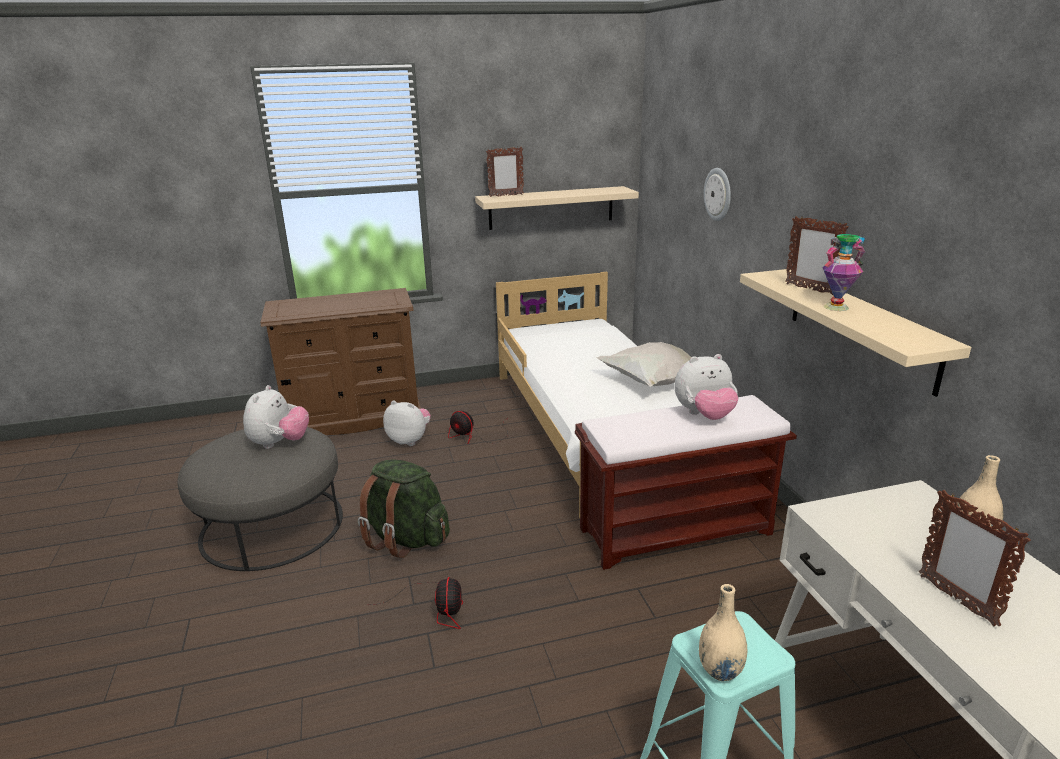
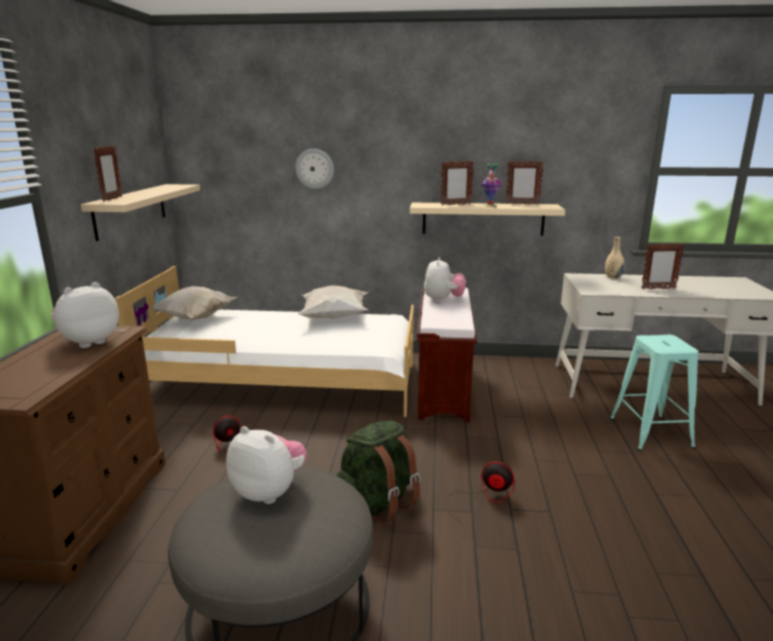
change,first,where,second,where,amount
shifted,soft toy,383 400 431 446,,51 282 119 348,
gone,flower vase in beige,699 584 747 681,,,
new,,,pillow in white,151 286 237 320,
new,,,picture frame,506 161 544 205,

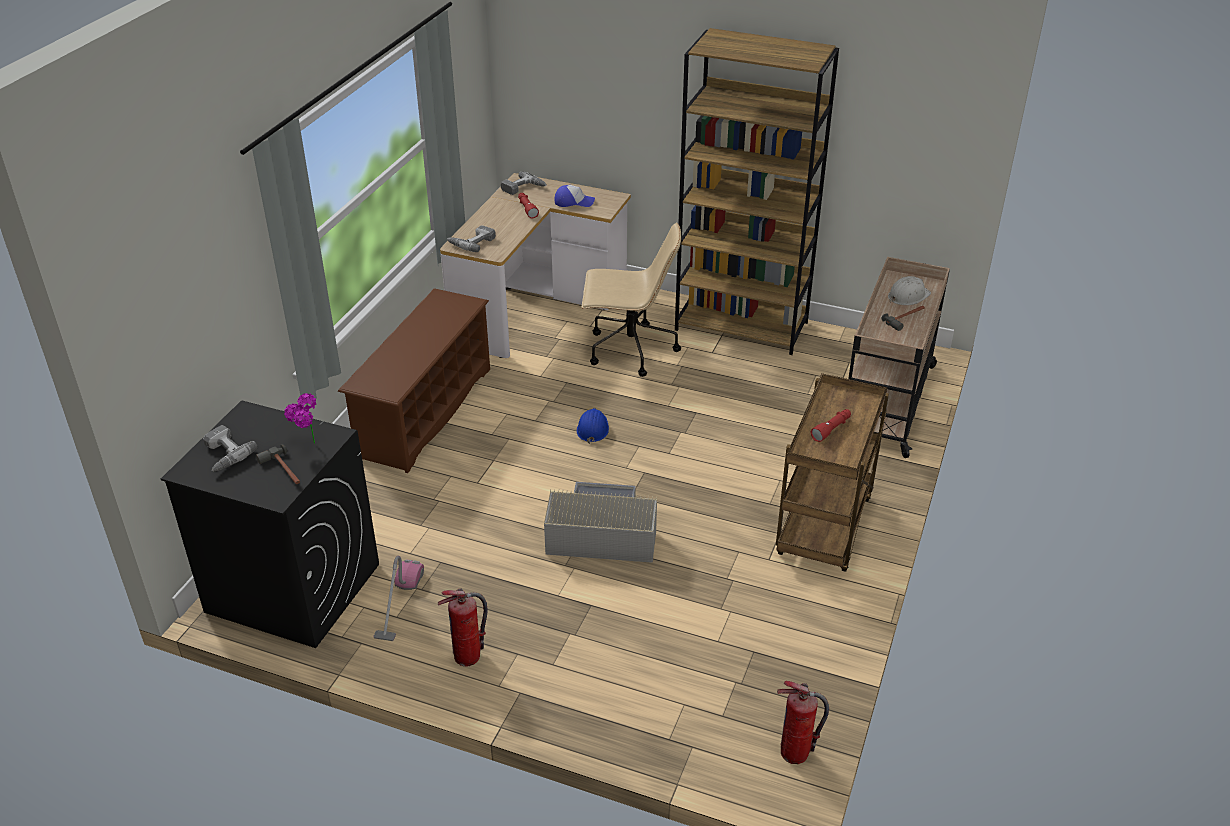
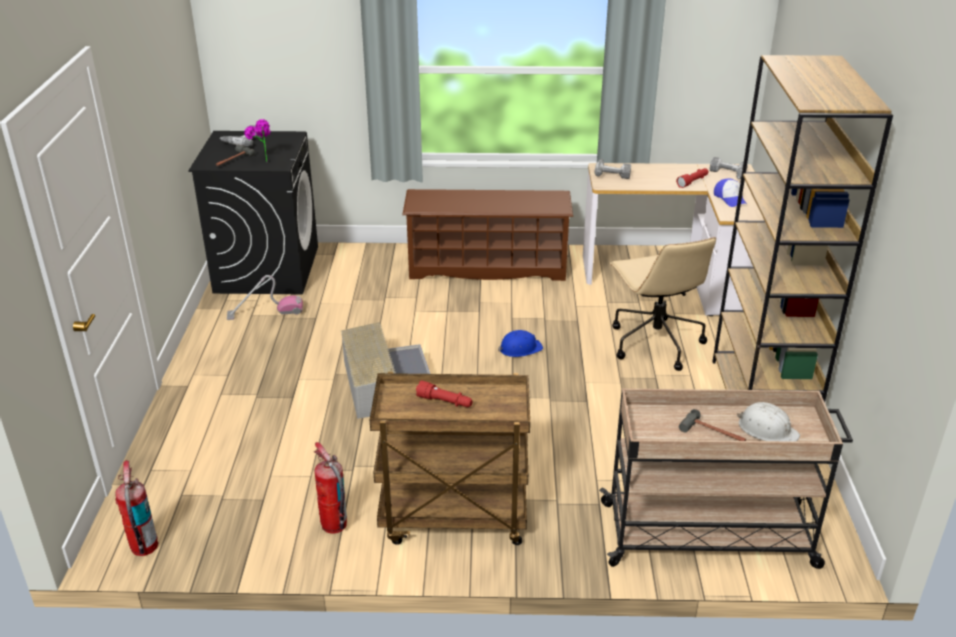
change,first,where,second,where,amount
shifted,fire-fighting cylinder,438 588 488 667,,313 442 347 533,

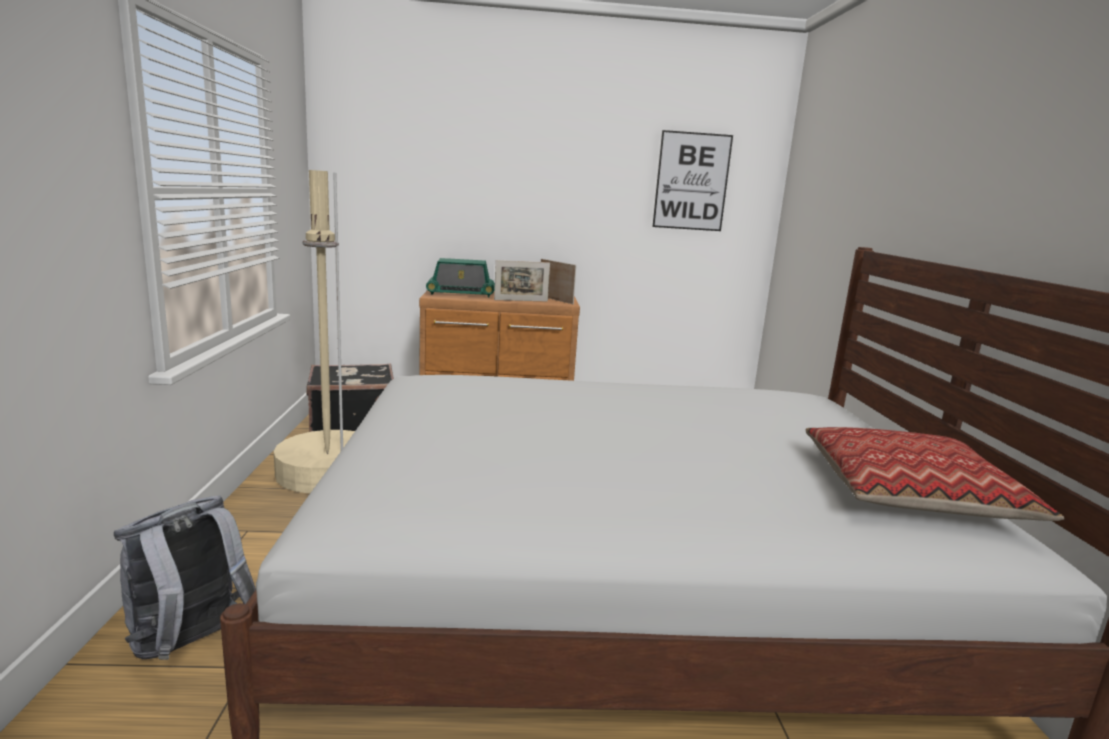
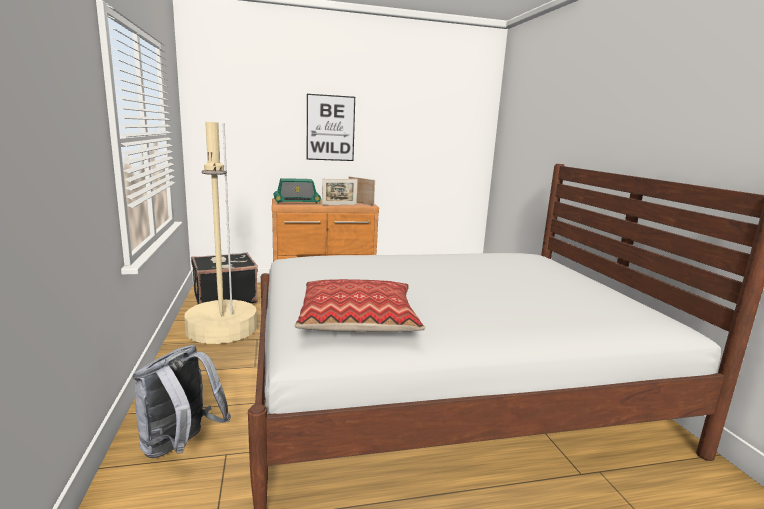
change,first,where,second,where,amount
shifted,wall art,652 130 733 231,,307 94 355 161,
shifted,pillow,806 427 1065 521,,295 279 425 332,

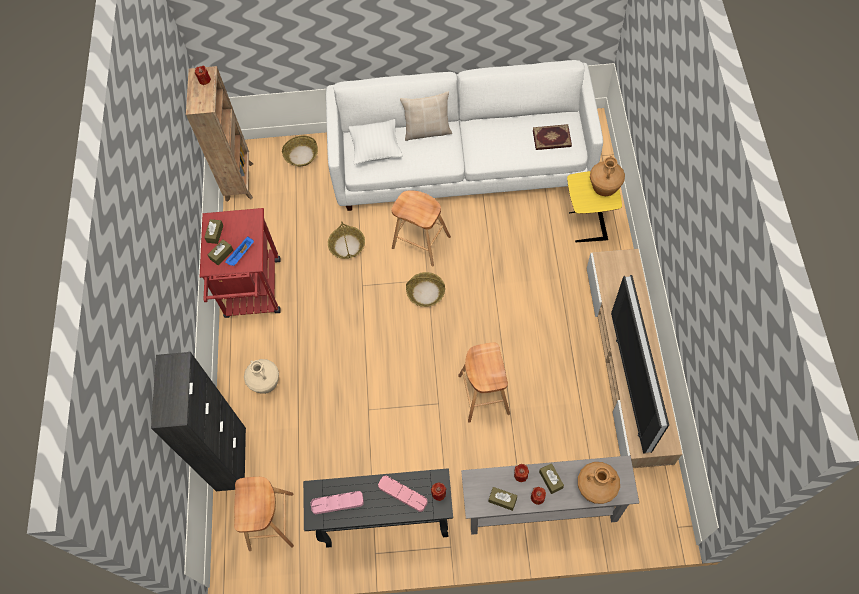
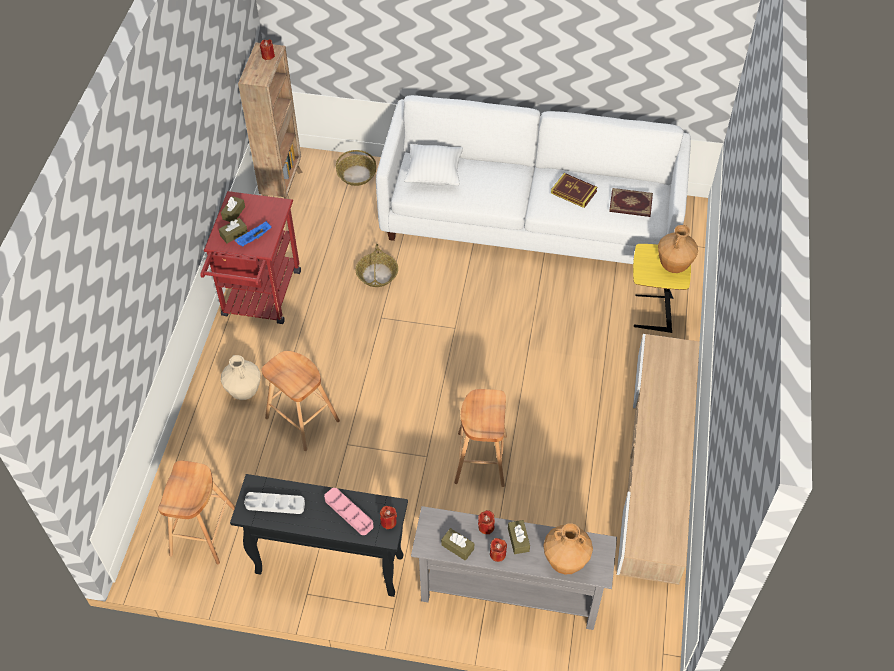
change,first,where,second,where,amount
gone,cabinet in blackish,151 352 246 491,,,
repainted,carrying tray in pink-coloured,311 491 364 514,carrying tray in grey,244 492 305 514,
shifted,stool in brown,391 191 451 266,,262 351 340 451,
gone,pillow in beige,400 92 452 141,,,
gone,household basket,406 272 445 307,,,
gone,television,611 275 669 454,,,
new,,,volume,551 173 597 208,

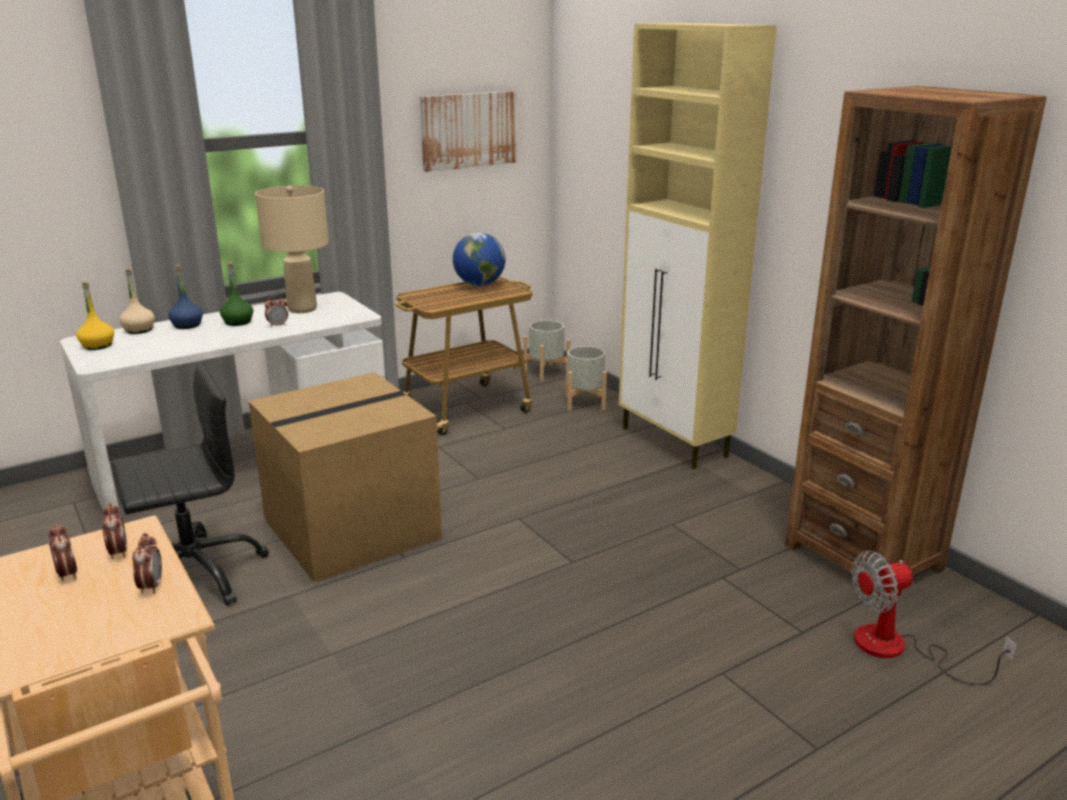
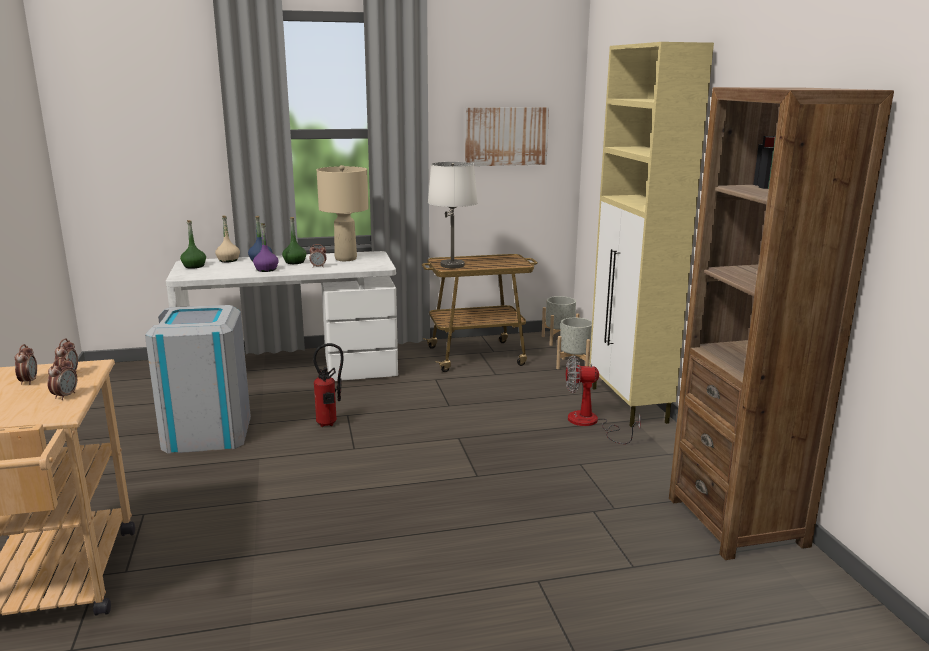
change,first,where,second,where,amount
repainted,beverage bottle in yellow,76 282 114 350,beverage bottle in greenish,180 220 206 269,
swapped,office chair in blackish,111 363 269 606,rubbish bin in grey,145 305 251 454,
swapped,cardboard box,248 372 442 583,fire-fighting cylinder,313 343 344 427,
gone,globe,453 233 506 286,,,
shifted,cooling fan,851 551 1017 685,,566 355 641 444,
new,,,beverage bottle in purple,253 223 279 272,
new,,,table lamp in white,428 162 477 268,

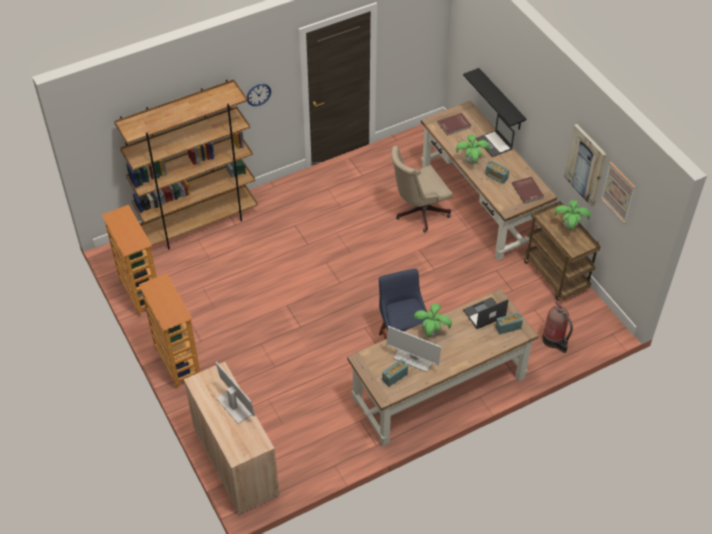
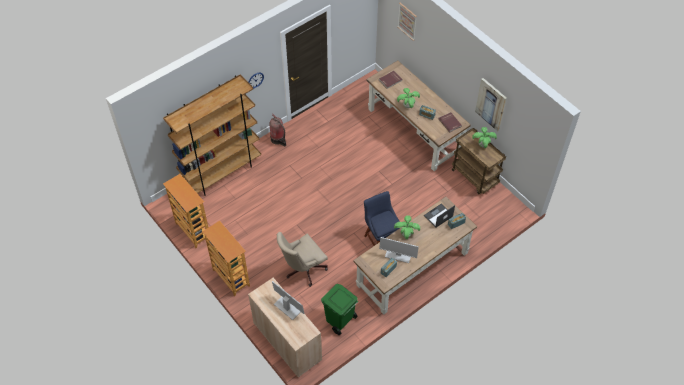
change,first,where,second,where,amount
shifted,office chair in beige,391 146 453 232,,277 232 328 287,
gone,bracket shelf in blackish,463 68 526 130,,,
gone,laptop,476 113 515 157,,,
shifted,fire-fighting cylinder,542 300 573 353,,270 113 286 147,
shifted,wall art,601 162 636 224,,398 2 417 41,
new,,,rubbish bin in greenish,321 284 358 335,

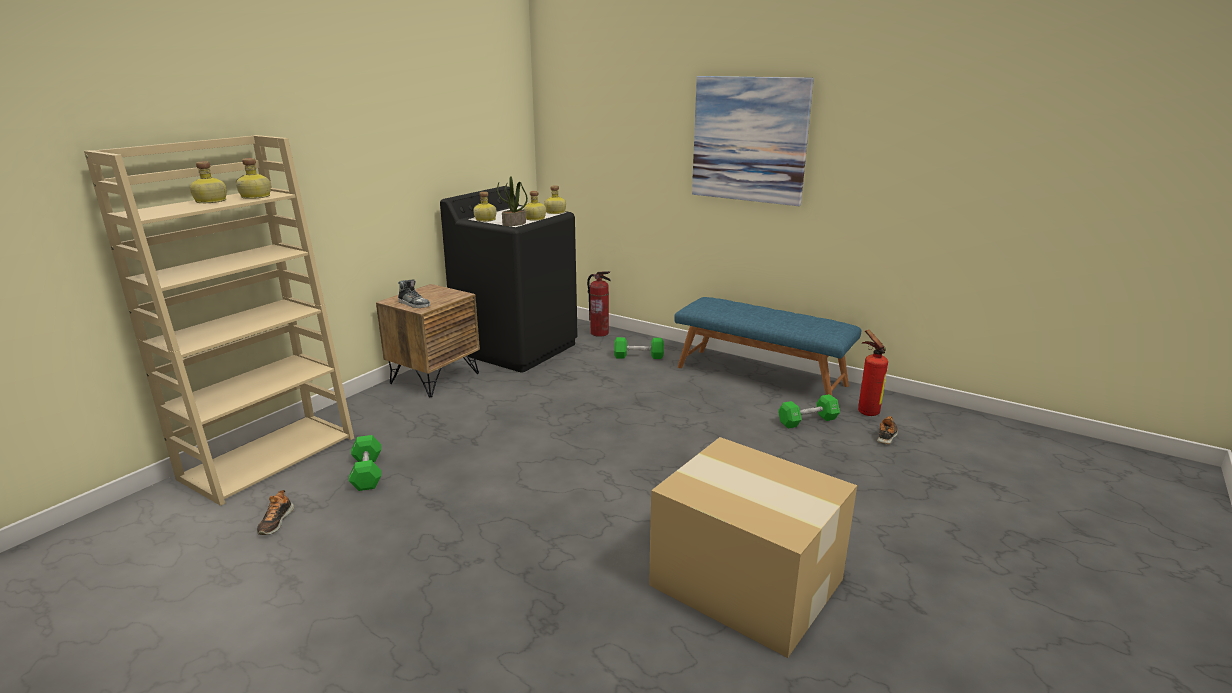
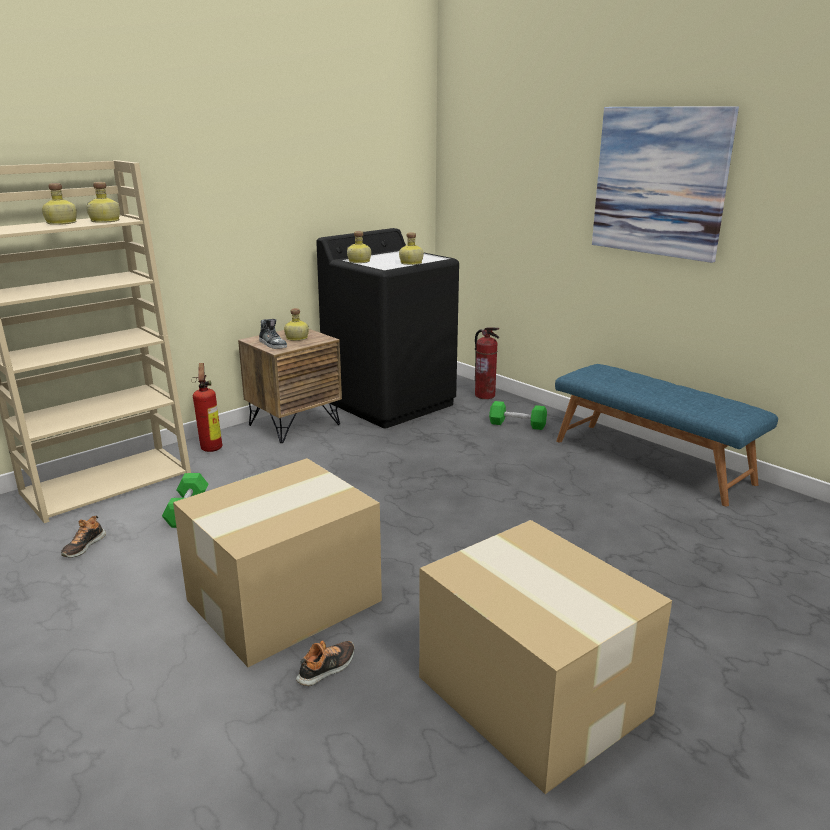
change,first,where,second,where,amount
gone,plant in a pot,497 176 528 226,,,
shifted,beverage bottle,544 185 566 214,,284 308 309 341,
gone,hand weight in greenish,778 394 840 429,,,
shifted,fire-fighting cylinder,858 330 888 416,,191 363 223 452,
shifted,low shoe,877 416 898 444,,296 640 354 686,
new,,,cardboard box,173 458 382 667,

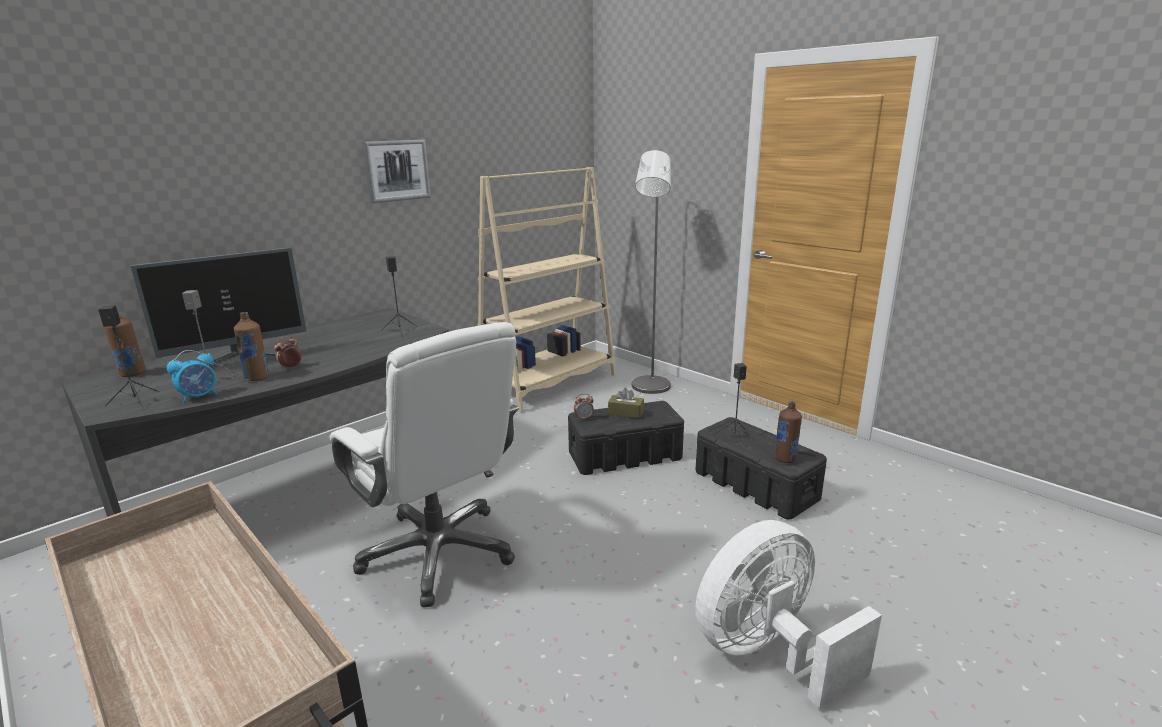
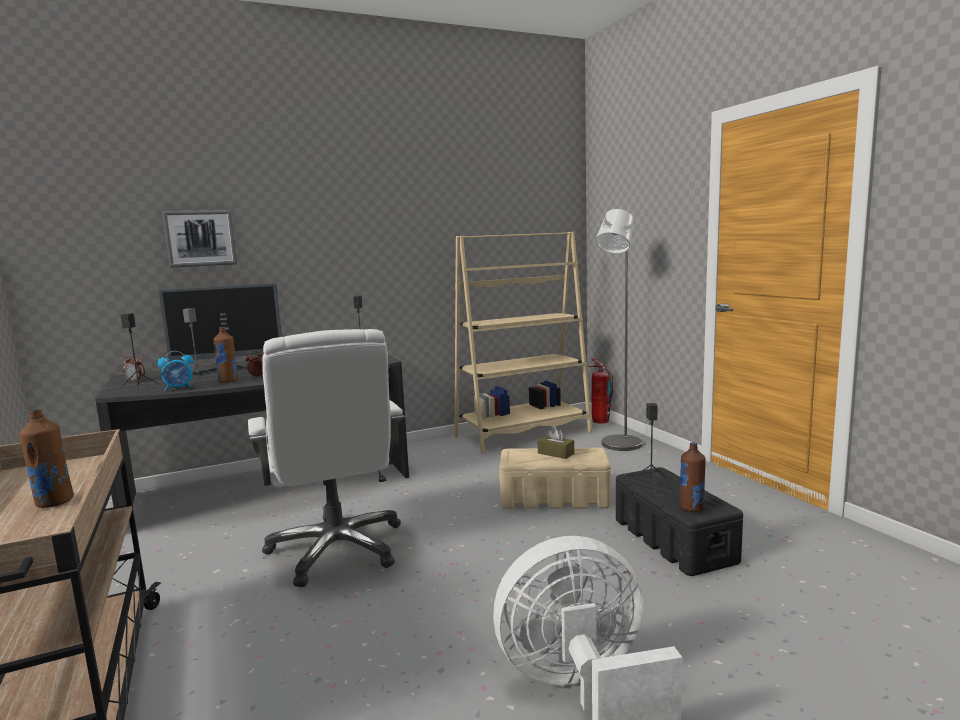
change,first,where,second,where,amount
shifted,beverage bottle in brown,104 313 146 377,,19 409 74 508,
shifted,wall art,362 140 431 203,,162 210 237 268,
repainted,storage box in blackish,568 401 684 475,storage box in beige,499 448 611 509,
shifted,alarm clock,574 394 594 420,,123 355 145 382,
new,,,fire-fighting cylinder,589 358 613 424,

